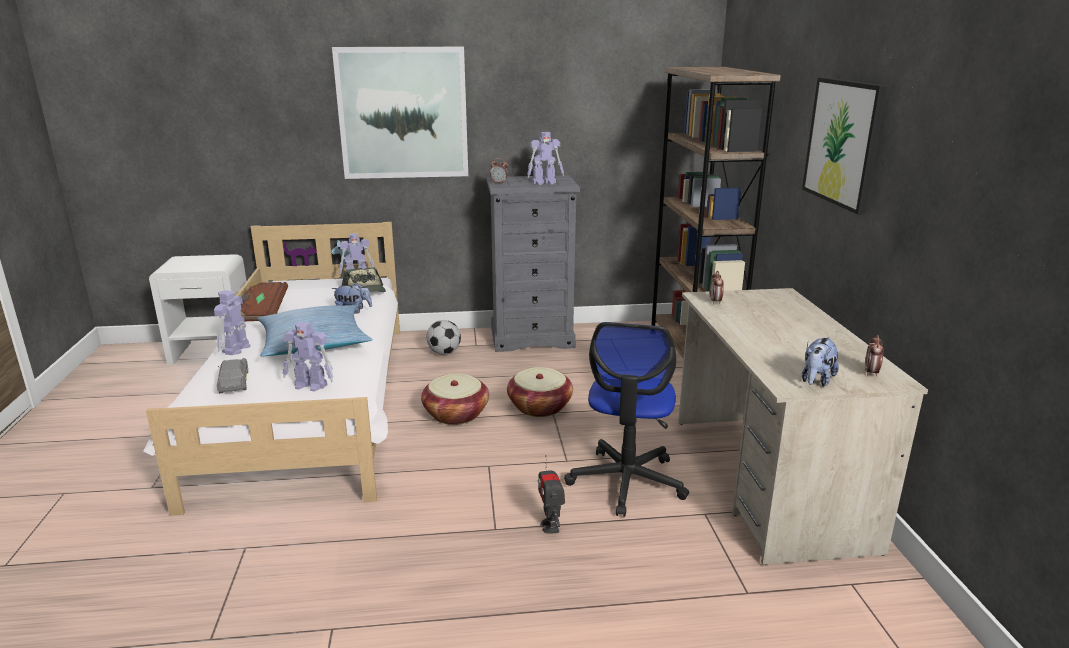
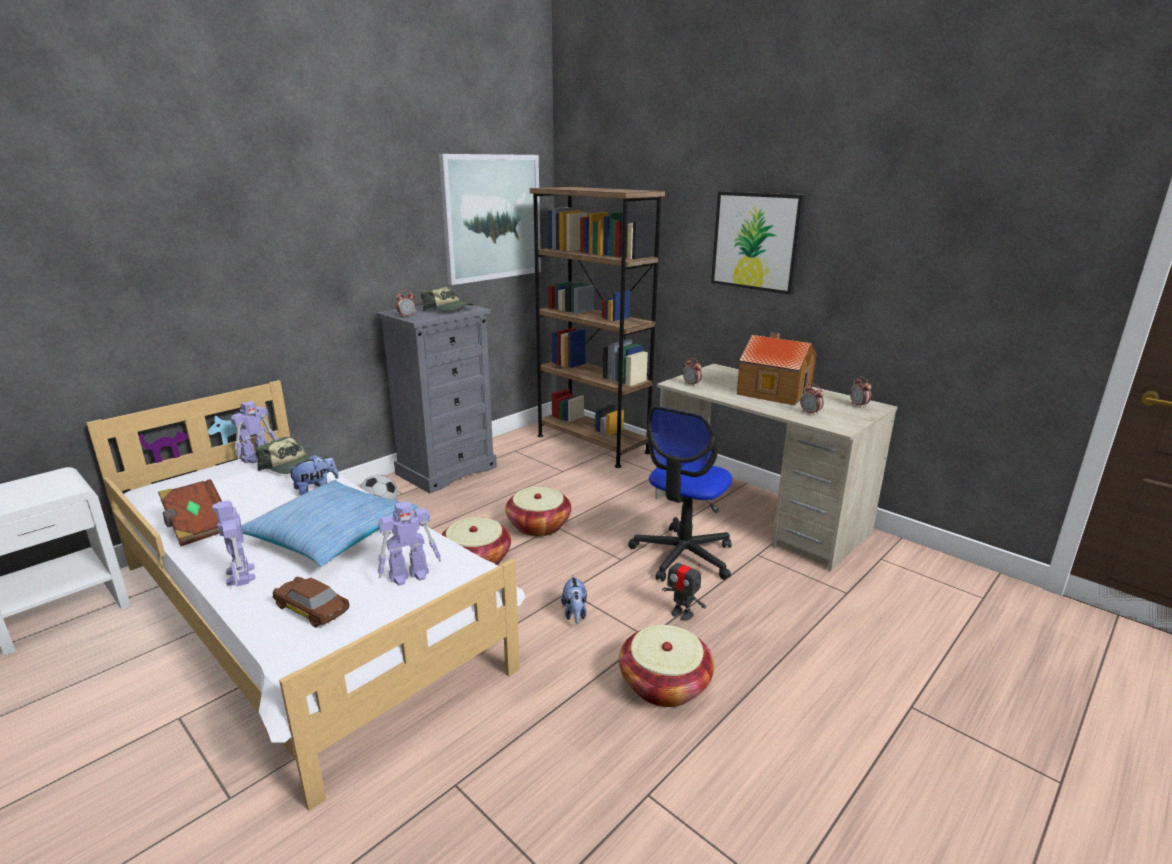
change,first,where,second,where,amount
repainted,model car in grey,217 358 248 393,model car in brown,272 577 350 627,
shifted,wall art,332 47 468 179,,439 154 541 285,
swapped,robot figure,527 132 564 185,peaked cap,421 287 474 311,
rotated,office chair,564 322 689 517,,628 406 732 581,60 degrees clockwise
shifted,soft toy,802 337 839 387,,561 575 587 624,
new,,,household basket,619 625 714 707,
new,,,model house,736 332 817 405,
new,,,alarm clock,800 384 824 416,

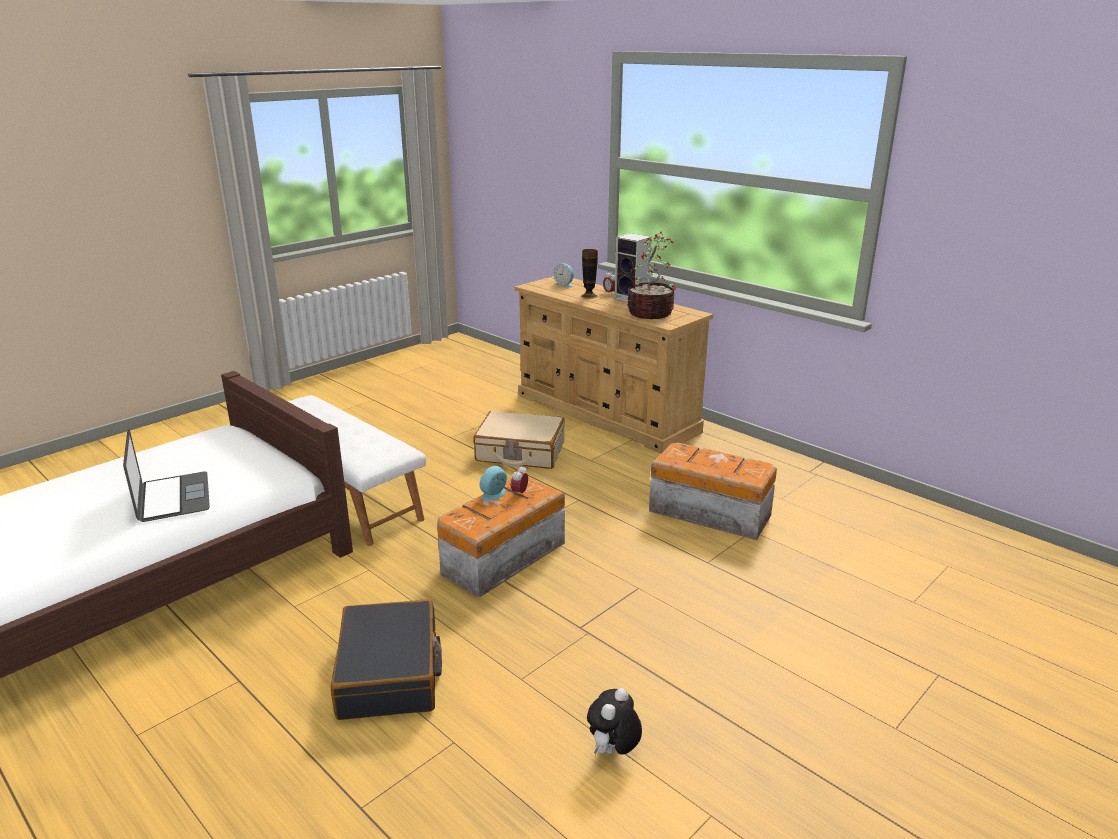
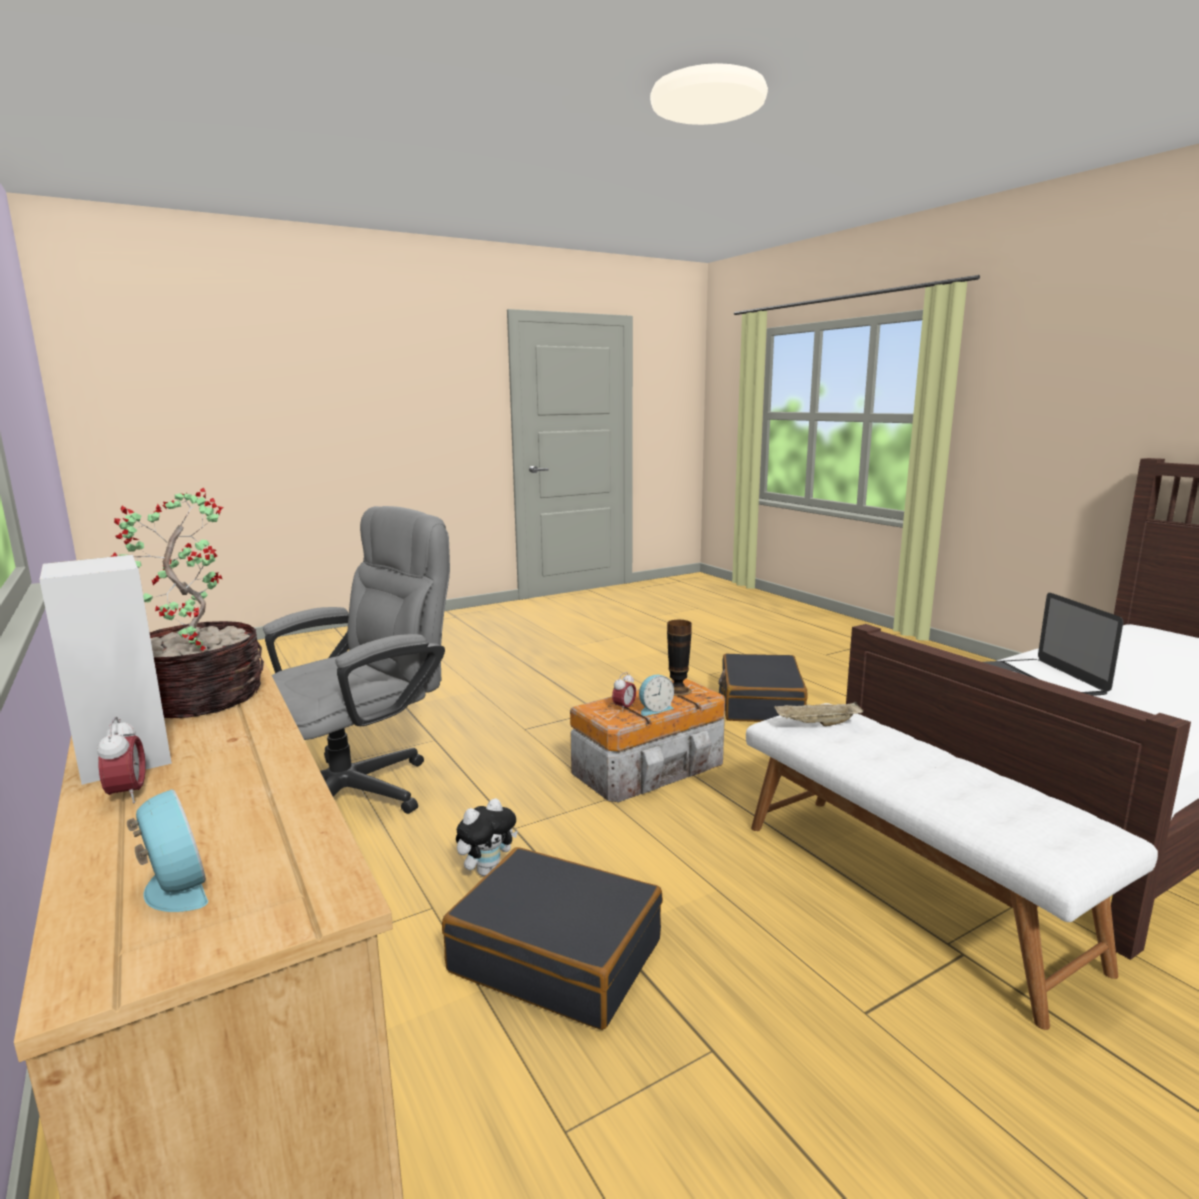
change,first,where,second,where,amount
repainted,piece of luggage in beige,473 411 565 469,piece of luggage in blackish,442 847 663 1030,
shifted,flower vase,581 249 598 299,,667 620 692 696,
shifted,soft toy,587 688 642 755,,456 798 518 876,
swapped,storage box,649 443 777 540,office chair in grey,263 506 450 814,
new,,,carrying tray in beige,775 701 863 726,

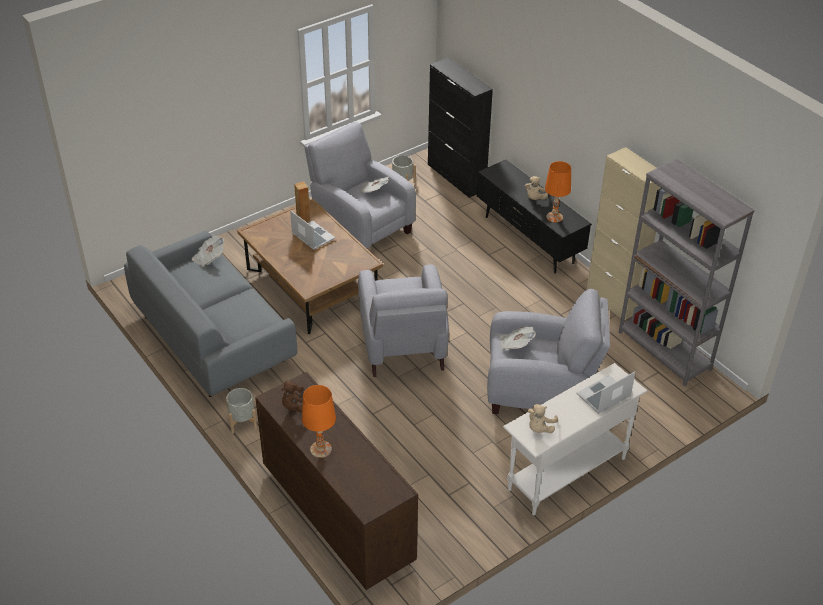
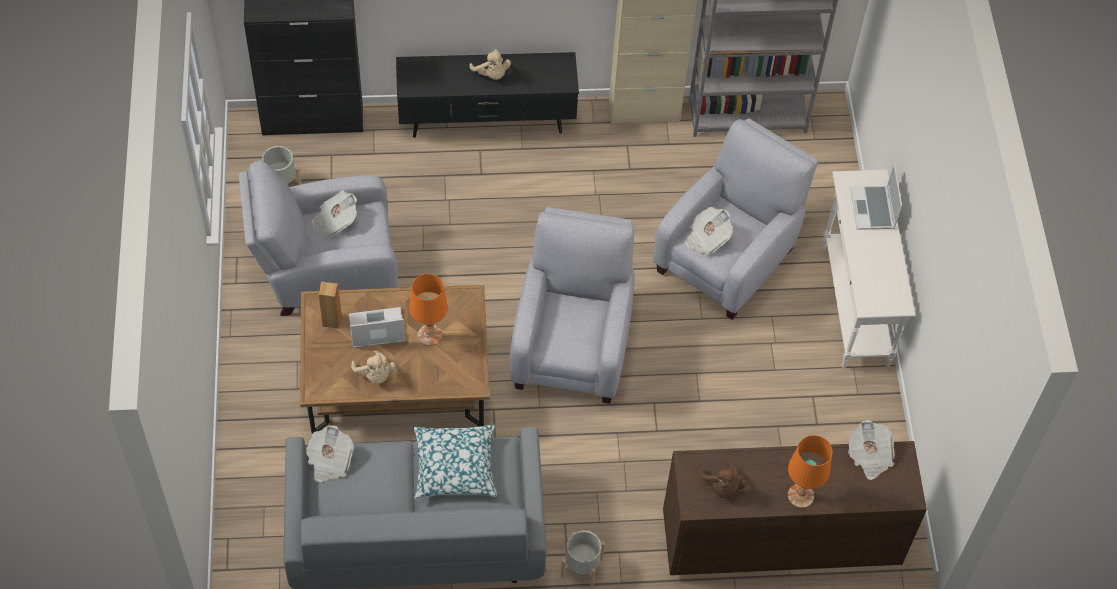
change,first,where,second,where,amount
rotated,easy chair in grey,358 264 449 377,,510 207 634 404,105 degrees counterclockwise
shifted,soft toy in beige,528 404 558 433,,351 350 396 384,
shifted,table lamp in orange,545 161 571 223,,409 274 448 346,
new,,,pillow,414 425 497 499,
new,,,printed paper,848 420 894 480,

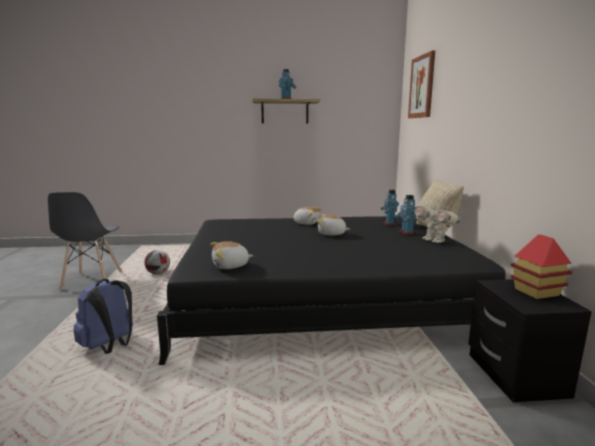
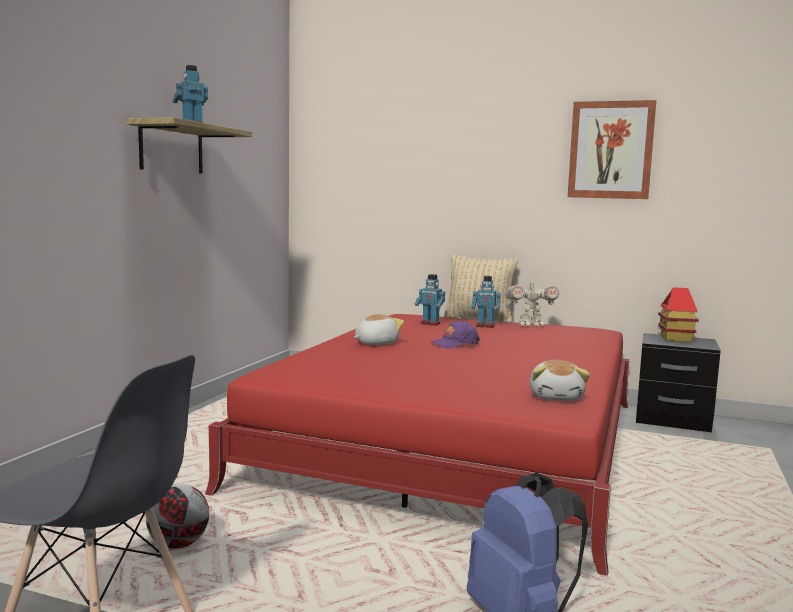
change,first,where,second,where,amount
repainted,sleeping bed in blackish,157 216 506 365,sleeping bed in reddish,205 314 629 576,
swapped,soft toy,317 214 350 236,peaked cap in purple,430 321 480 349,
shifted,wall art,408 51 435 118,,568 100 656 199,

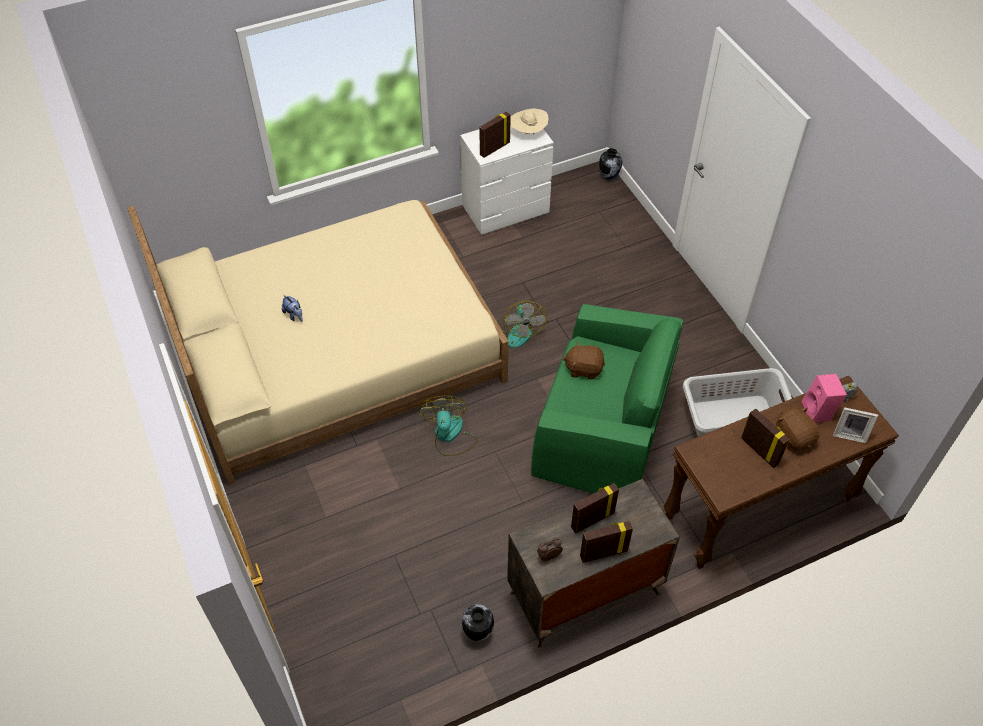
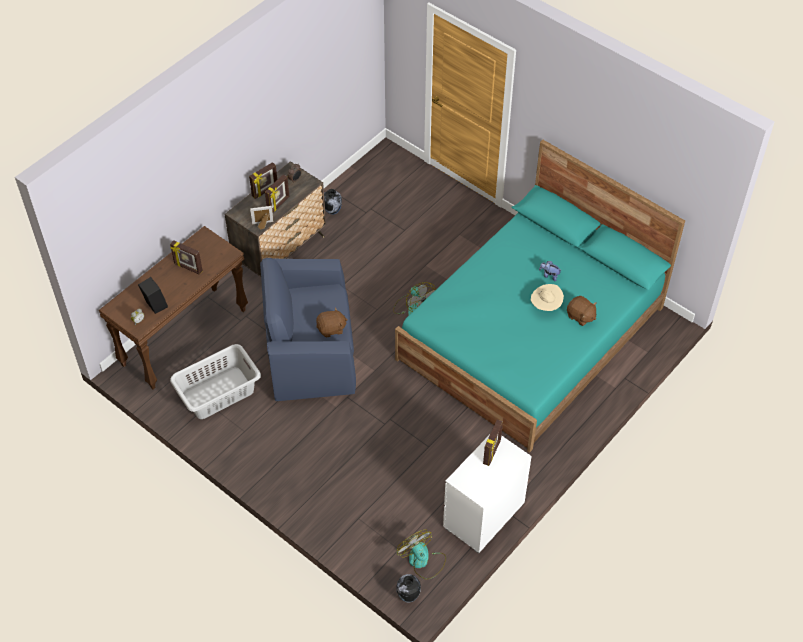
change,first,where,second,where,amount
repainted,sleeping bed in beige,127 200 509 485,sleeping bed in blue-green,395 140 685 453,
shifted,cooling fan,497 301 547 348,,397 529 446 580,
shifted,clothing hat in beige,510 108 548 135,,531 284 564 311,
repainted,easy chair in greenish,531 304 683 494,easy chair in bluish,260 258 356 401,
shifted,soft toy in brown,776 407 819 451,,567 296 597 326,
repainted,speaker in pink-coloured,801 374 847 423,speaker in blackish,138 277 168 314,
shifted,picture frame,833 407 878 443,,250 206 274 230,

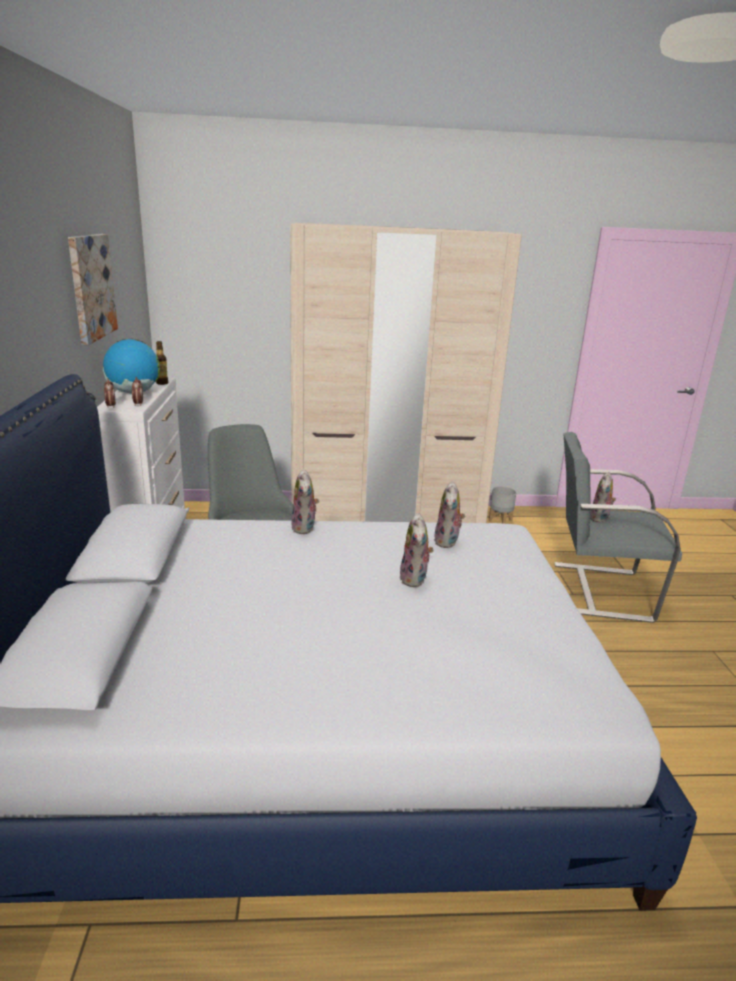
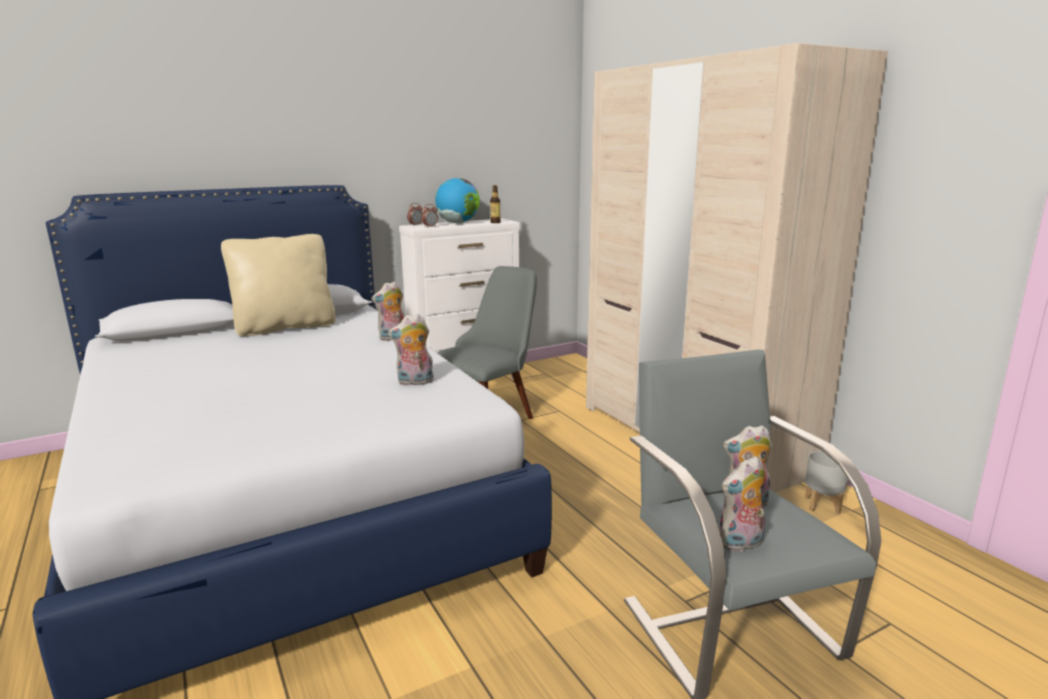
change,first,where,second,where,amount
gone,wall art,68 234 118 345,,,
shifted,soft toy,399 513 434 587,,720 456 765 552,
new,,,pillow in beige,221 234 336 337,

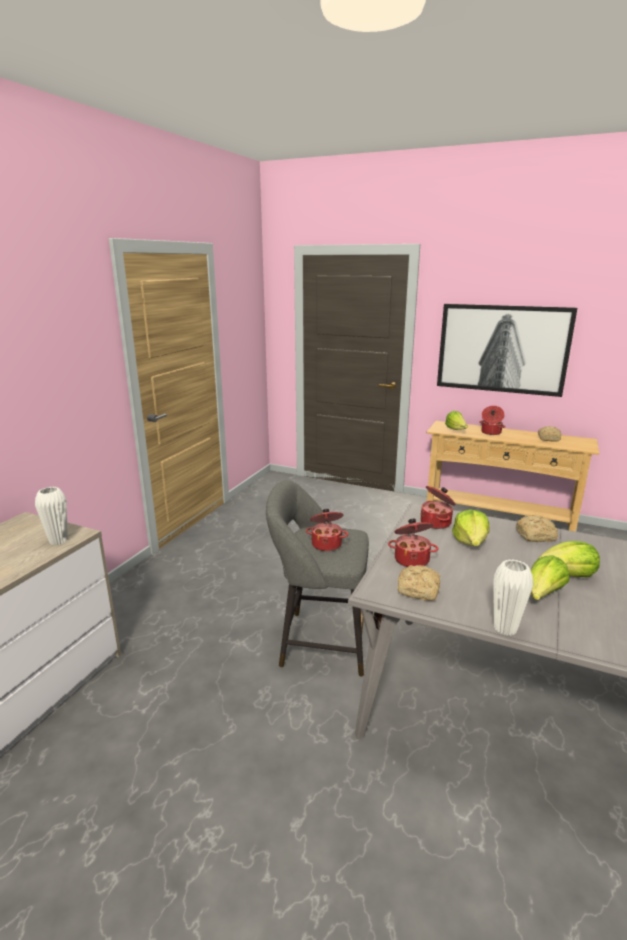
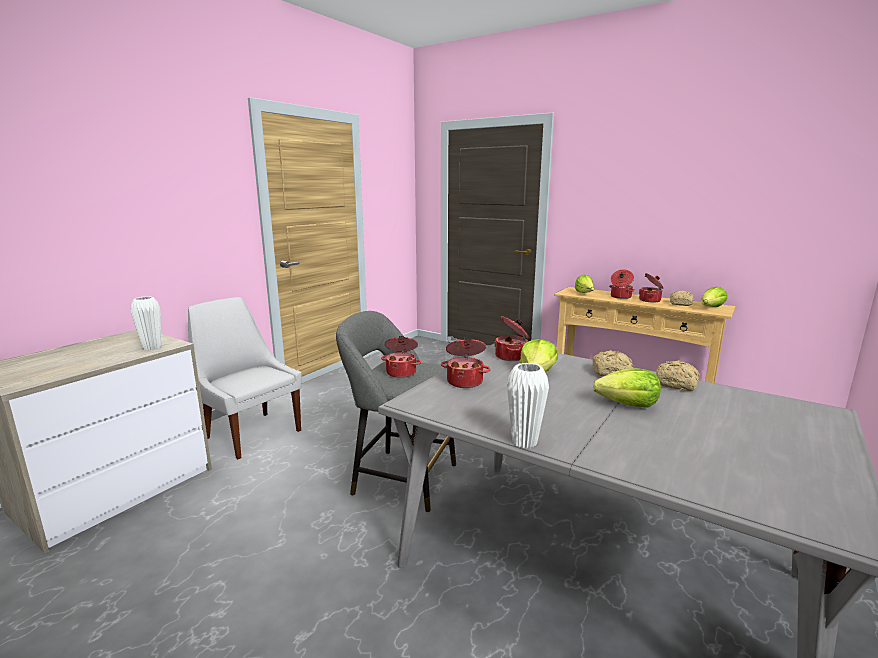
change,first,where,second,where,amount
shifted,bread,398 565 440 601,,656 360 700 391,
gone,wall art,437 304 577 397,,,
shifted,lettuce,530 555 569 600,,701 286 727 307,
new,,,chair in white,188 297 302 459,
new,,,saucepot,639 273 663 302,

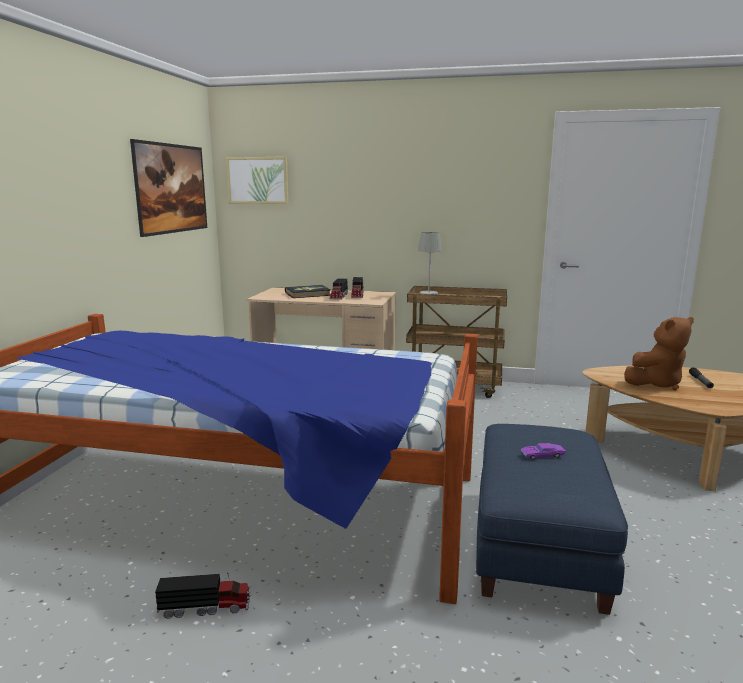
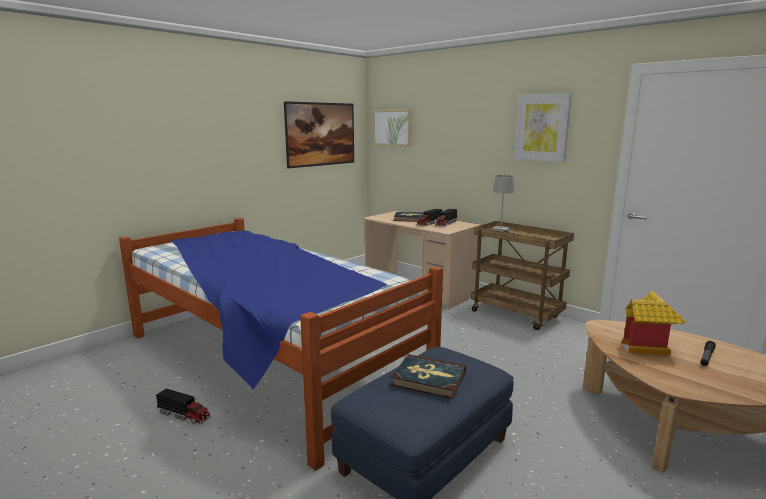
change,first,where,second,where,amount
swapped,model car in purple,521 443 566 460,volume,391 354 466 399,
swapped,soft toy in brown,624 317 694 390,model house,622 291 685 356,
new,,,wall art,514 93 572 162,

